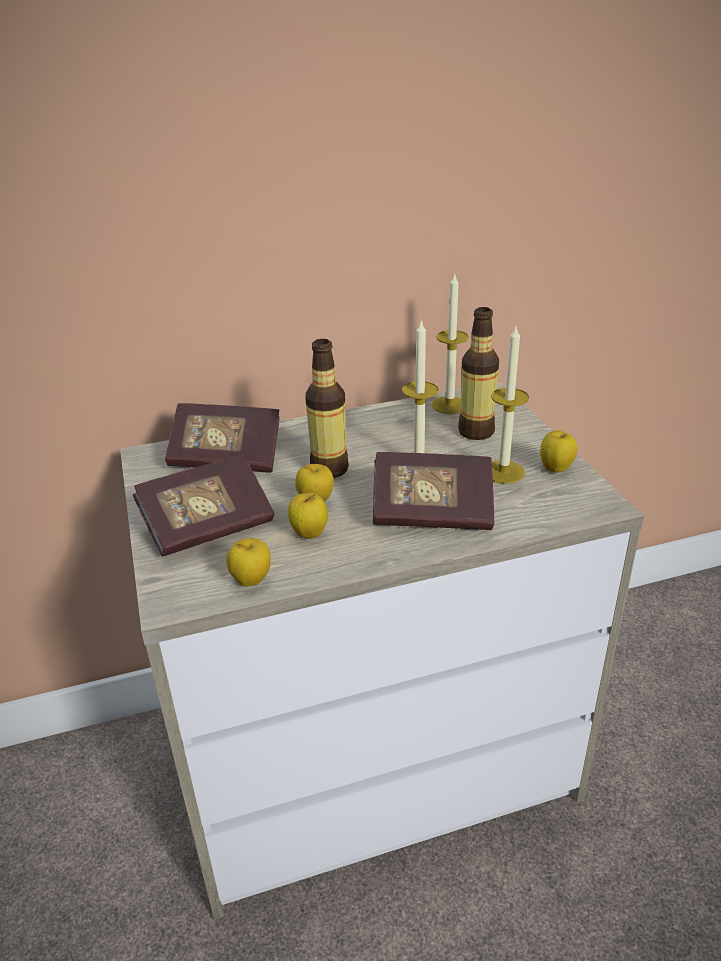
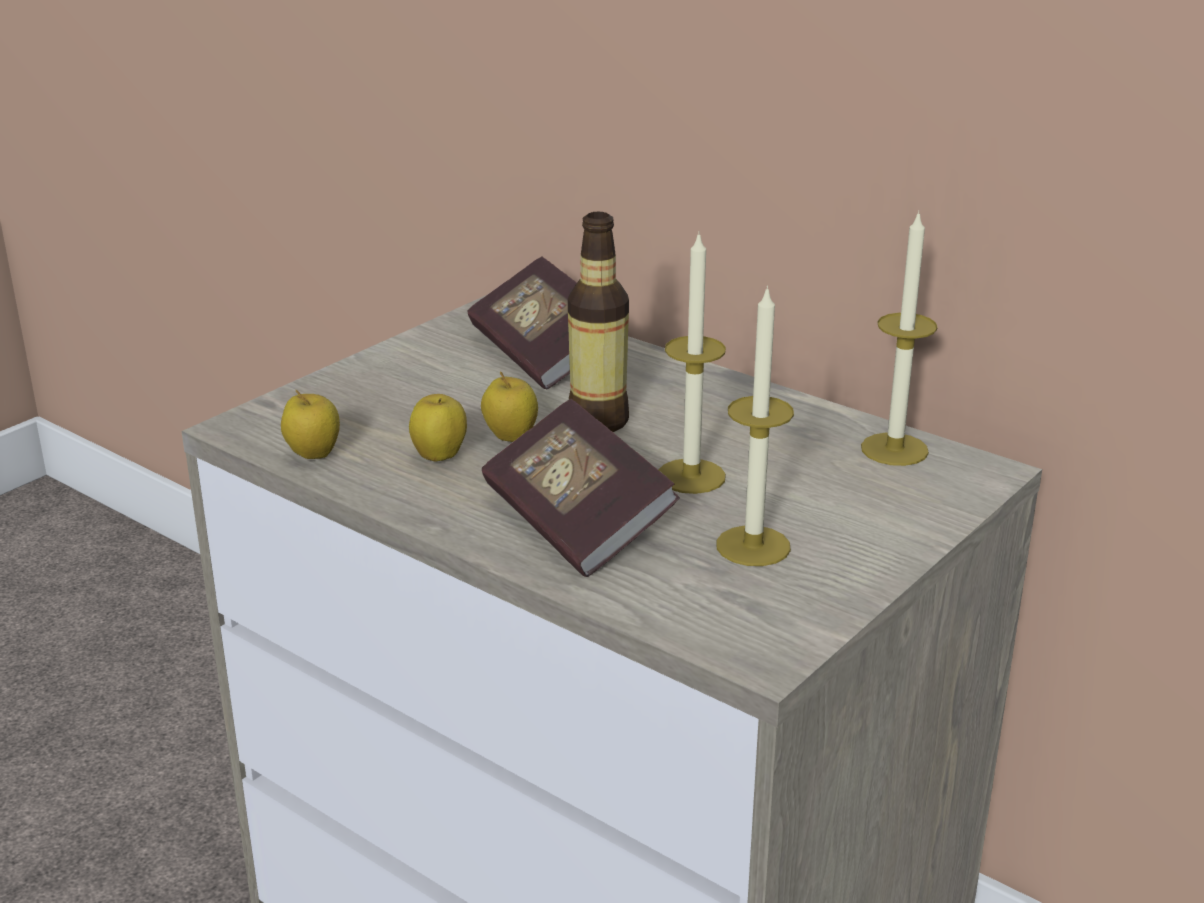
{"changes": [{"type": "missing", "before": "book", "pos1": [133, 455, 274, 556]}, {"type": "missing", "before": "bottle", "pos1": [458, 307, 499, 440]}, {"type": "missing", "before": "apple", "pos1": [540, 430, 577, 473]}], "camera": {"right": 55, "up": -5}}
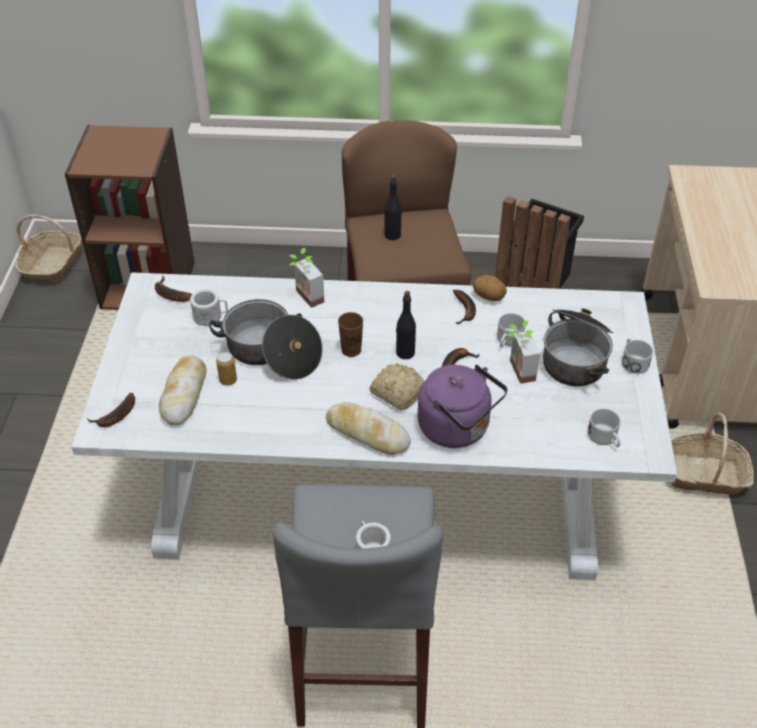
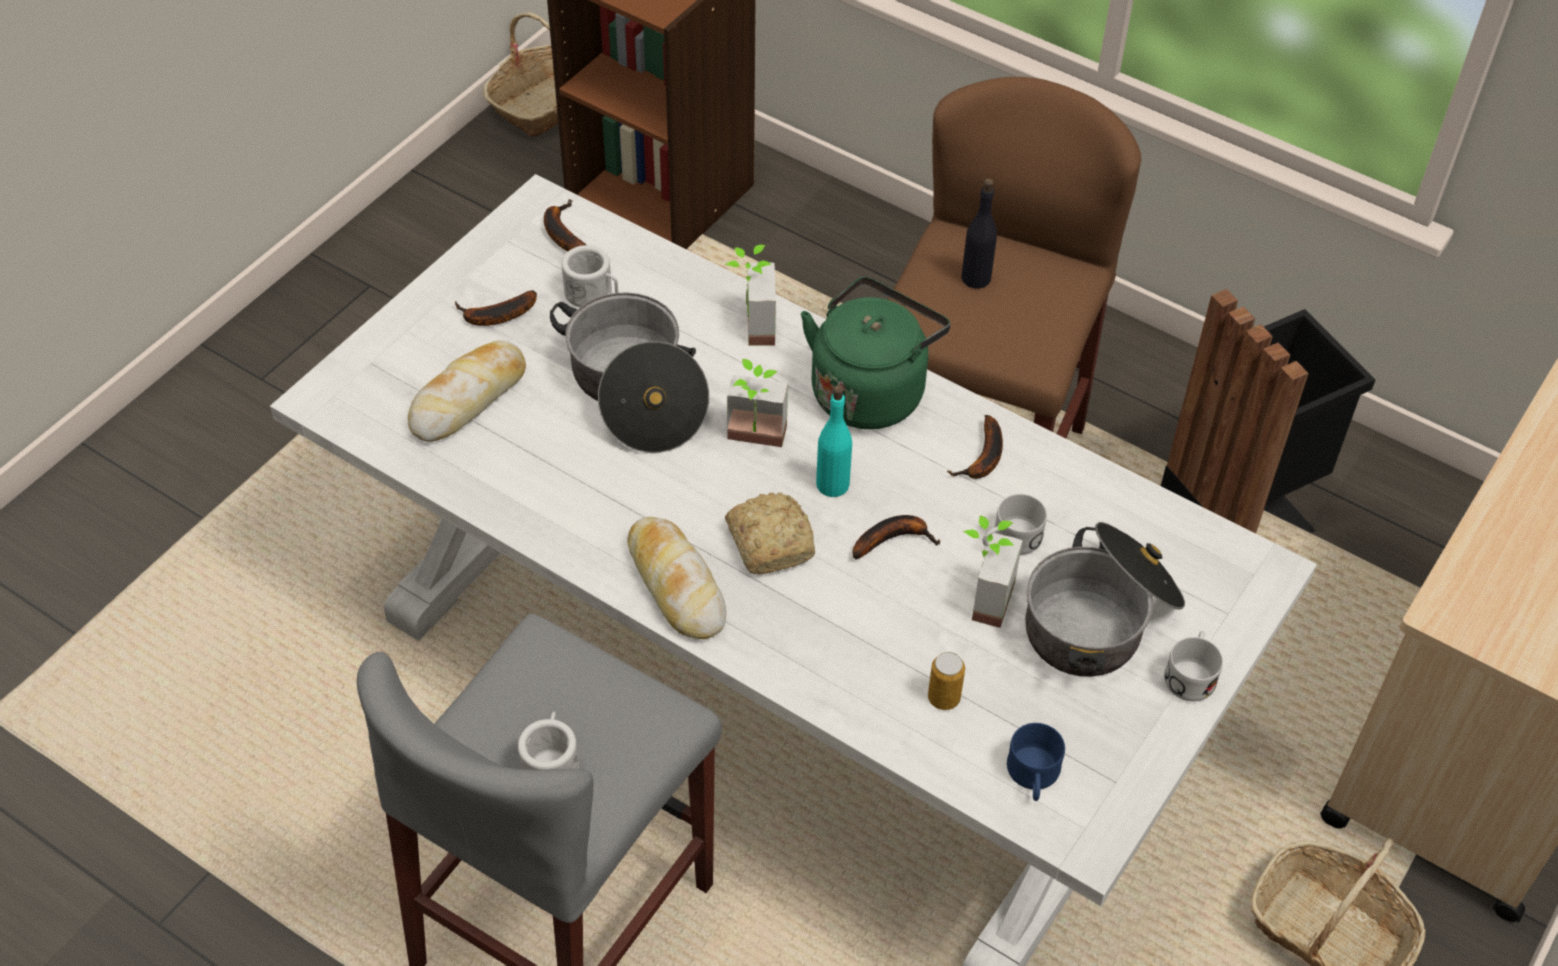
{"changes": [{"type": "missing", "before": "purple-coloured kettle", "pos1": [418, 365, 508, 448]}, {"type": "missing", "before": "potato", "pos1": [472, 275, 507, 301]}, {"type": "appeared", "after": "greenish kettle", "pos2": [801, 277, 950, 429]}, {"type": "relocated", "before": "whole banana", "pos1": [87, 393, 135, 427], "pos2": [455, 290, 537, 326]}, {"type": "relocated", "before": "metal can", "pos1": [216, 352, 237, 386], "pos2": [928, 652, 965, 710]}, {"type": "exchanged", "before": "brown drinking cup", "after": "potted plant", "pos1": [338, 312, 363, 357], "pos2": [727, 359, 788, 447]}, {"type": "colour", "before": "blackish bottle", "after": "turquoise-coloured bottle", "pos1": [396, 291, 416, 359], "pos2": [816, 385, 852, 497]}, {"type": "colour", "before": "whitish mug", "after": "bluish mug", "pos1": [587, 409, 621, 447], "pos2": [1007, 723, 1065, 801]}], "camera": {"right": 30, "up": 5}}
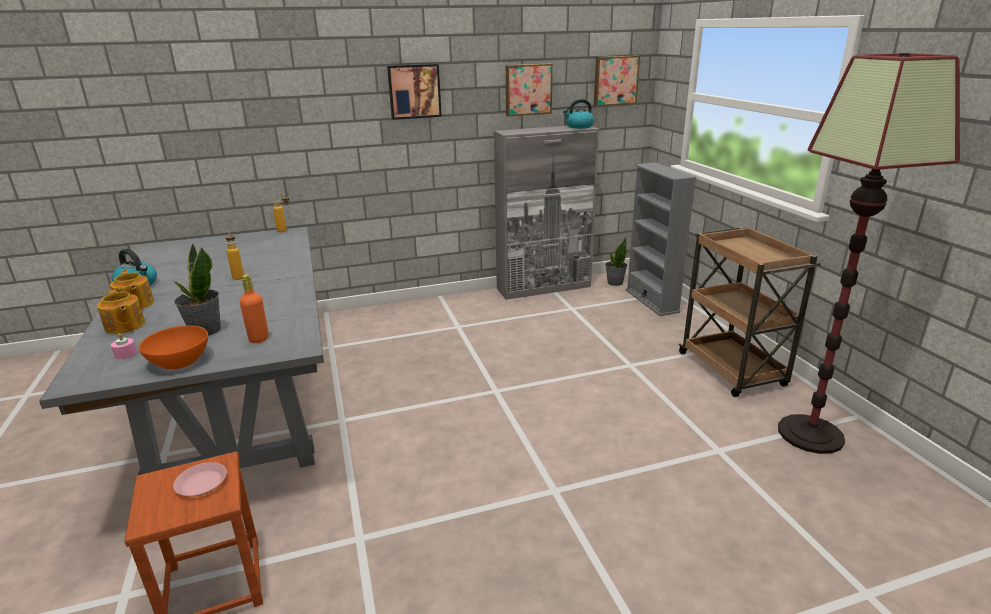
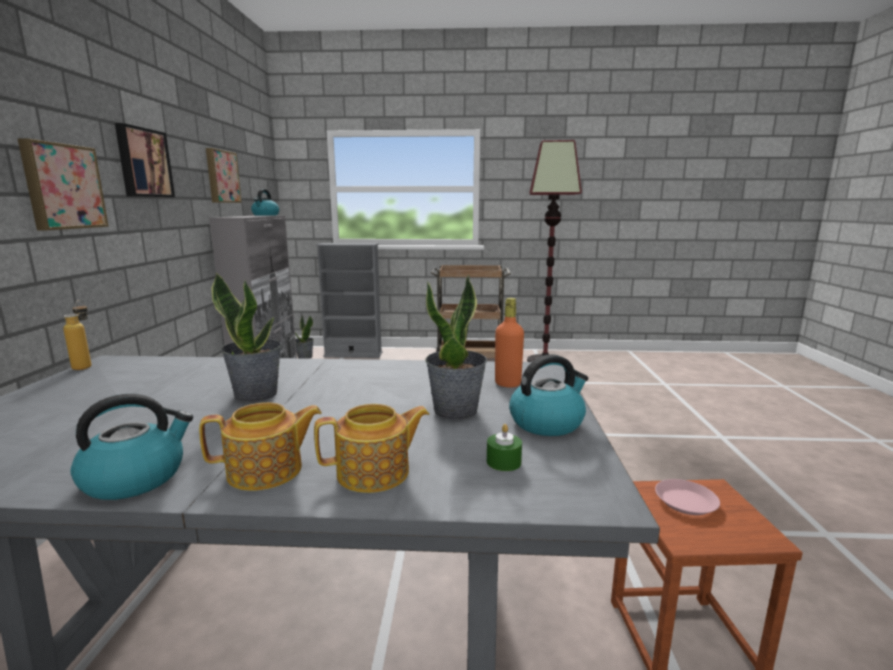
{"changes": [{"type": "relocated", "before": "wall picture", "pos1": [594, 55, 640, 106], "pos2": [18, 138, 109, 230]}, {"type": "exchanged", "before": "orangey deep dish", "after": "kettle", "pos1": [139, 325, 208, 370], "pos2": [509, 354, 588, 436]}, {"type": "exchanged", "before": "bottle", "after": "potted plant", "pos1": [225, 232, 244, 280], "pos2": [212, 272, 281, 402]}, {"type": "colour", "before": "pink-coloured candle", "after": "greenish candle", "pos1": [111, 333, 137, 359], "pos2": [487, 424, 522, 471]}], "camera": {"right": -70, "up": -10}}
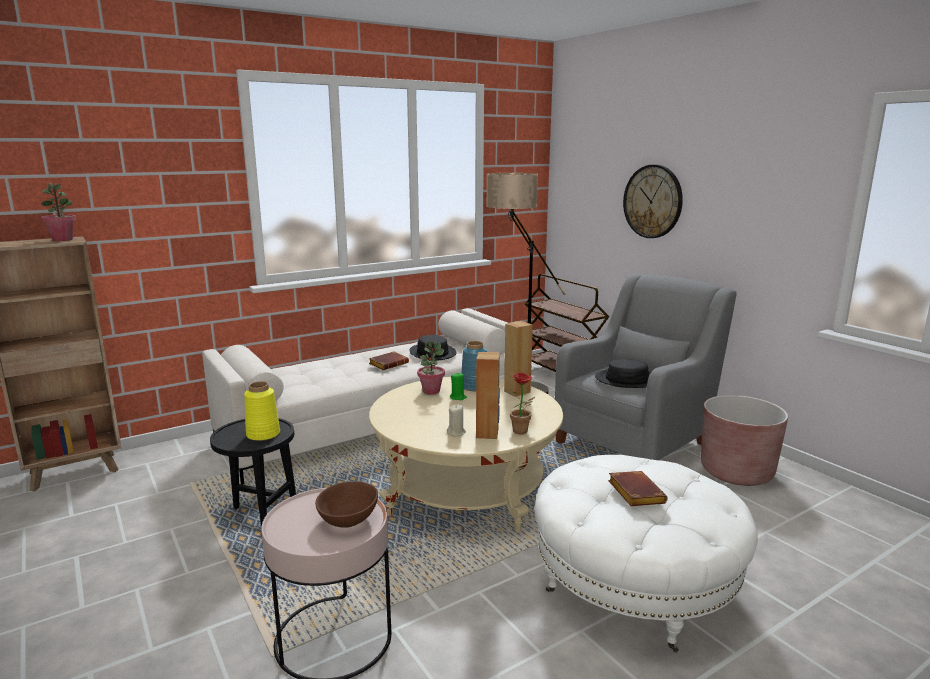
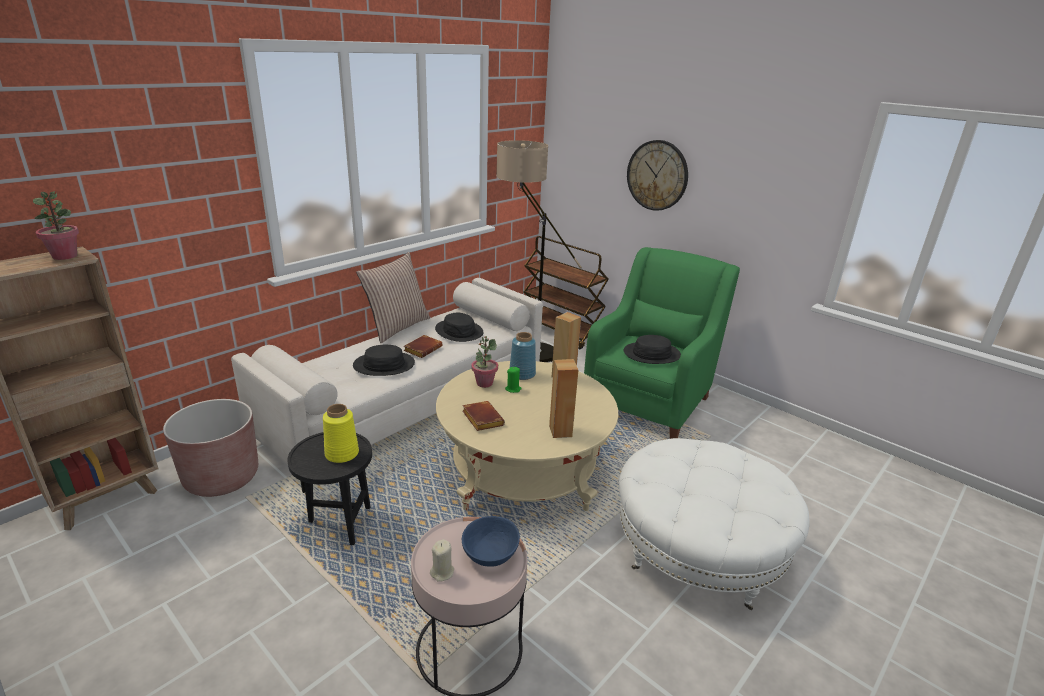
{"changes": [{"type": "missing", "before": "potted plant", "pos1": [509, 372, 535, 434]}, {"type": "appeared", "after": "blackish clothing hat", "pos2": [353, 345, 415, 376]}, {"type": "appeared", "after": "cushion", "pos2": [356, 252, 430, 343]}, {"type": "relocated", "before": "beige candle", "pos1": [447, 405, 466, 436], "pos2": [430, 539, 454, 582]}, {"type": "relocated", "before": "brown book", "pos1": [608, 471, 668, 506], "pos2": [462, 401, 505, 431]}, {"type": "relocated", "before": "brown plant pot", "pos1": [701, 395, 788, 486], "pos2": [163, 399, 258, 497]}, {"type": "colour", "before": "brown deep dish", "after": "bluish deep dish", "pos1": [315, 481, 378, 528], "pos2": [462, 516, 520, 567]}, {"type": "colour", "before": "greyish easy chair", "after": "greenish easy chair", "pos1": [555, 274, 737, 460], "pos2": [584, 247, 740, 439]}], "camera": {"right": -15, "up": 10}}
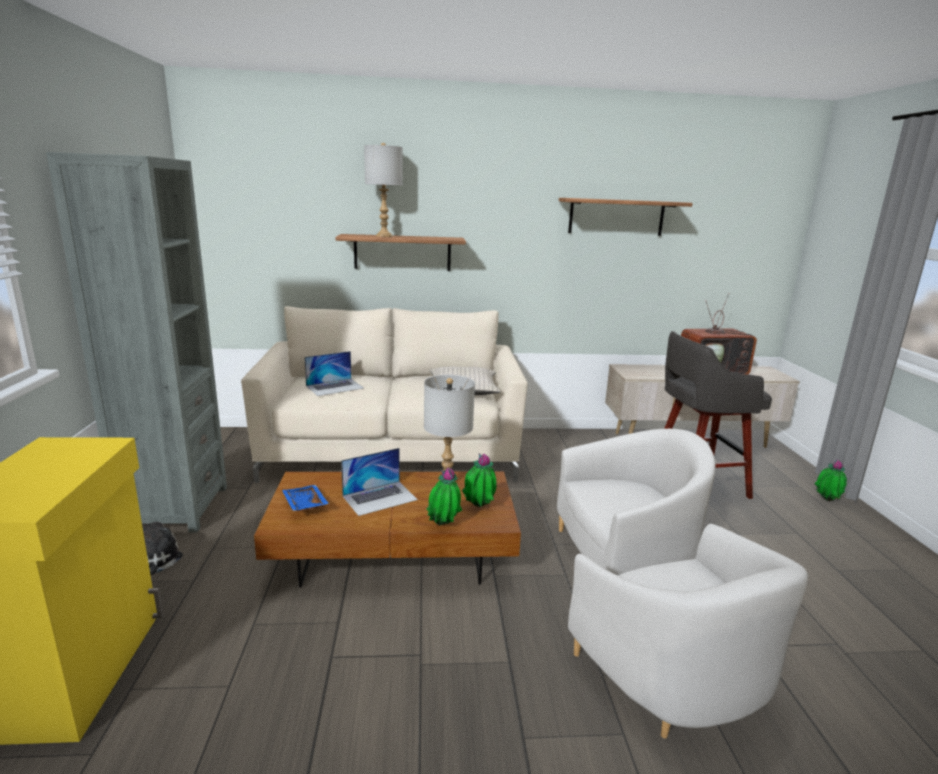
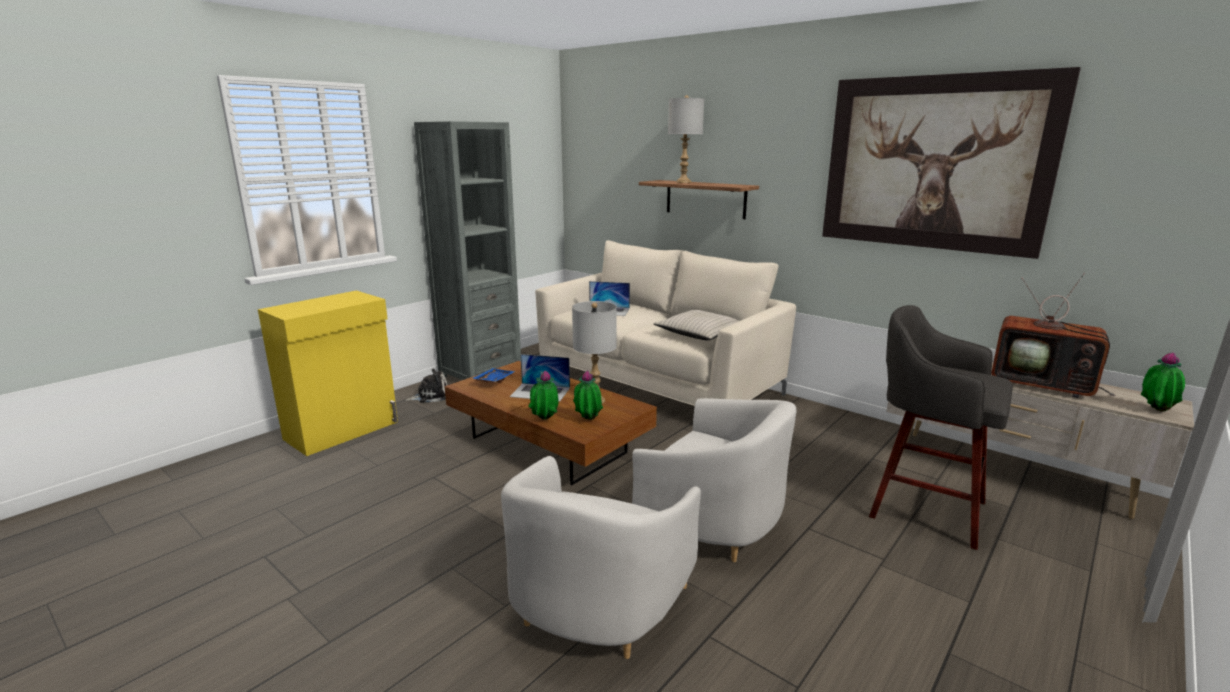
{"changes": [{"type": "relocated", "before": "potted plant", "pos1": [814, 460, 847, 501], "pos2": [1141, 352, 1185, 412]}, {"type": "exchanged", "before": "wall shelf", "after": "wall picture", "pos1": [559, 198, 693, 236], "pos2": [822, 67, 1081, 259]}], "camera": {"right": 45, "up": 0}}
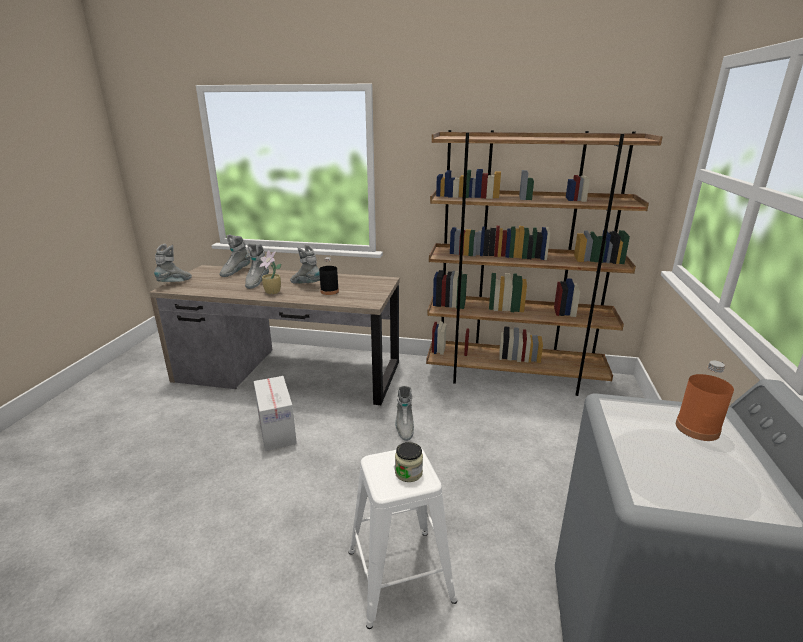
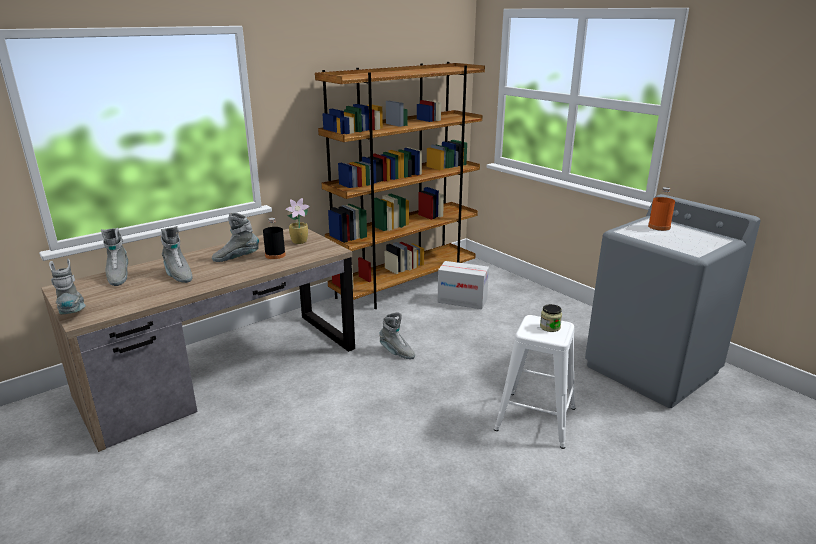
{"changes": [{"type": "relocated", "before": "cardboard box", "pos1": [254, 376, 297, 451], "pos2": [438, 261, 489, 309]}, {"type": "relocated", "before": "potted plant", "pos1": [259, 250, 281, 294], "pos2": [285, 198, 310, 244]}], "camera": {"right": -50, "up": 0}}
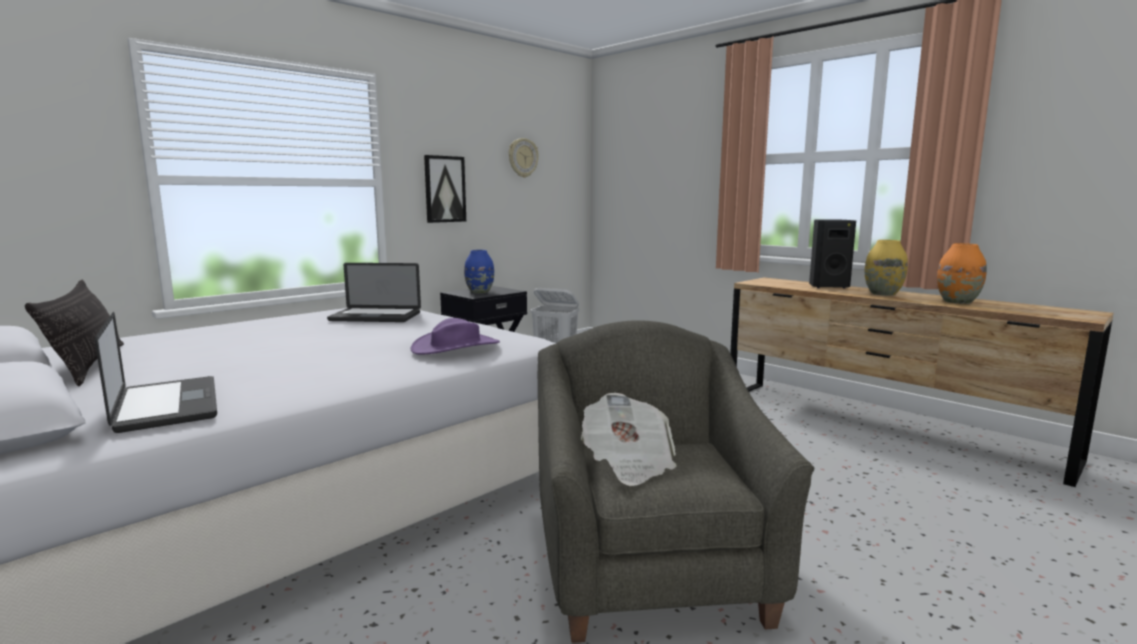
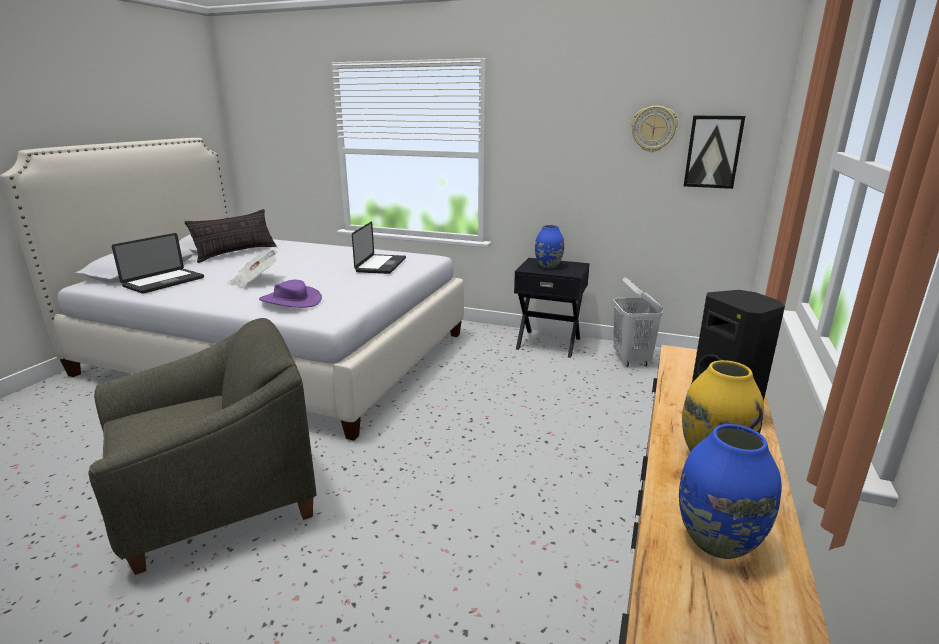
{"changes": [{"type": "relocated", "before": "wall picture", "pos1": [424, 155, 466, 223], "pos2": [684, 116, 745, 189]}, {"type": "relocated", "before": "daily paper", "pos1": [581, 393, 676, 486], "pos2": [228, 250, 277, 286]}, {"type": "colour", "before": "orangey flower vase", "after": "bluish flower vase", "pos1": [937, 243, 987, 304], "pos2": [679, 424, 782, 559]}, {"type": "spun", "before": "portable computer", "pos1": [327, 263, 421, 322], "pos2": [352, 221, 406, 274], "turn": -150}], "camera": {"right": 65, "up": 10}}
